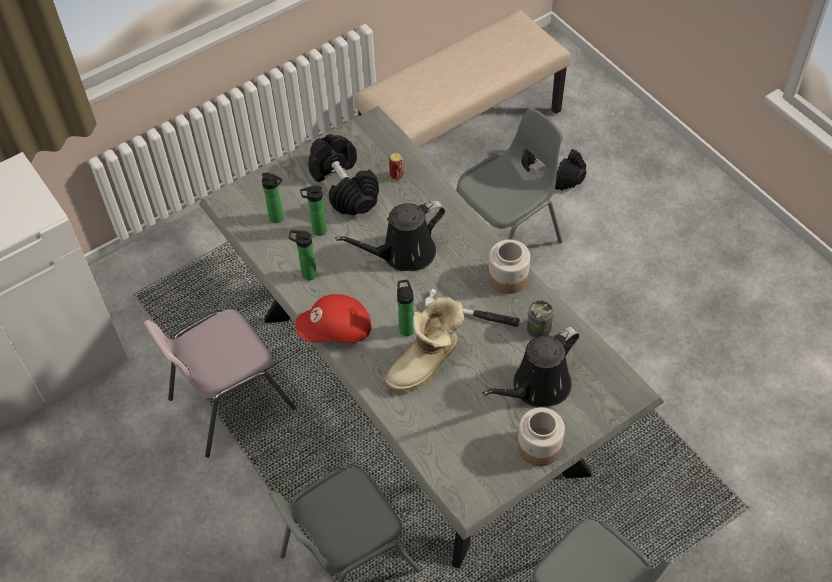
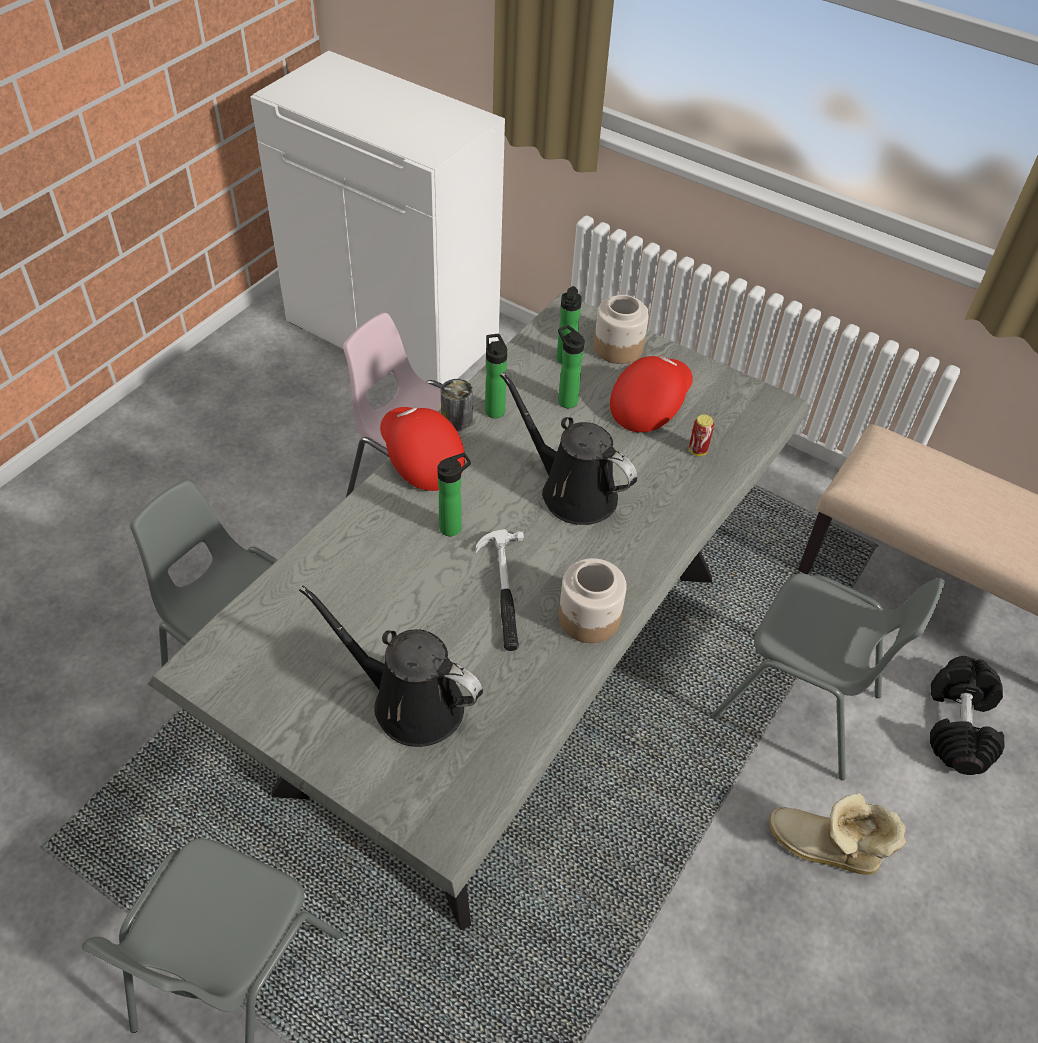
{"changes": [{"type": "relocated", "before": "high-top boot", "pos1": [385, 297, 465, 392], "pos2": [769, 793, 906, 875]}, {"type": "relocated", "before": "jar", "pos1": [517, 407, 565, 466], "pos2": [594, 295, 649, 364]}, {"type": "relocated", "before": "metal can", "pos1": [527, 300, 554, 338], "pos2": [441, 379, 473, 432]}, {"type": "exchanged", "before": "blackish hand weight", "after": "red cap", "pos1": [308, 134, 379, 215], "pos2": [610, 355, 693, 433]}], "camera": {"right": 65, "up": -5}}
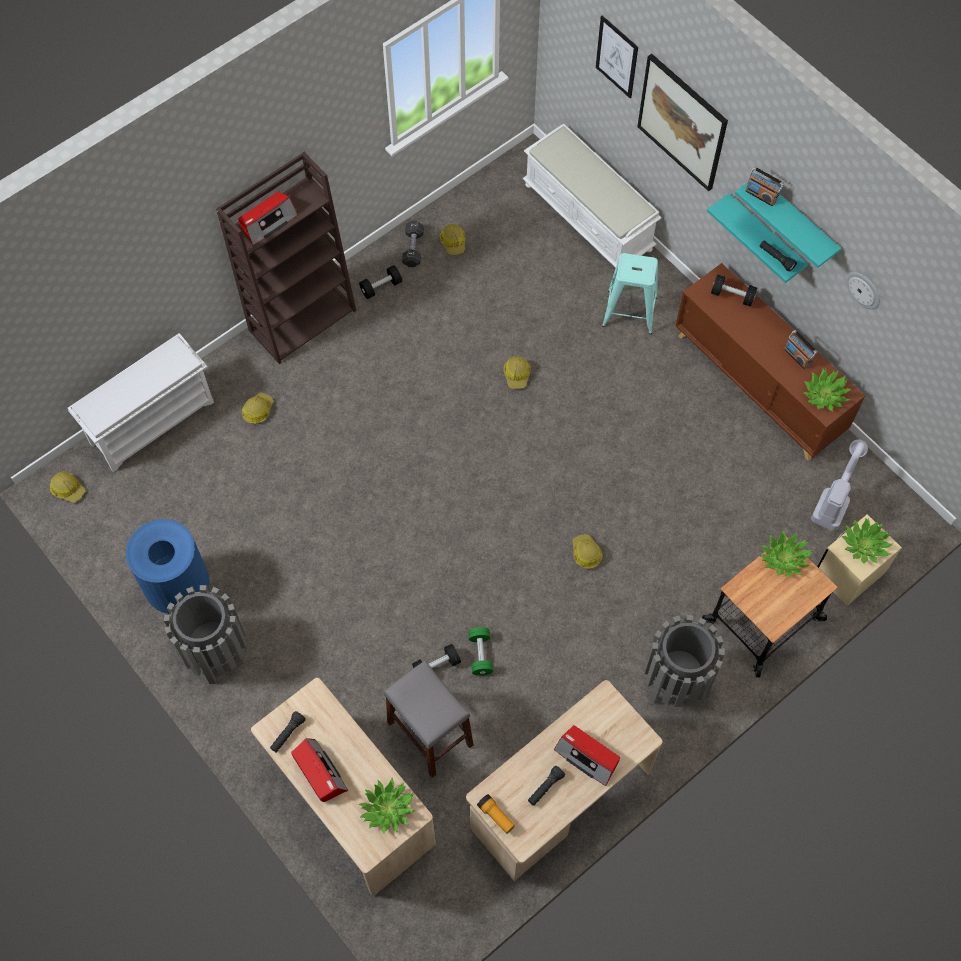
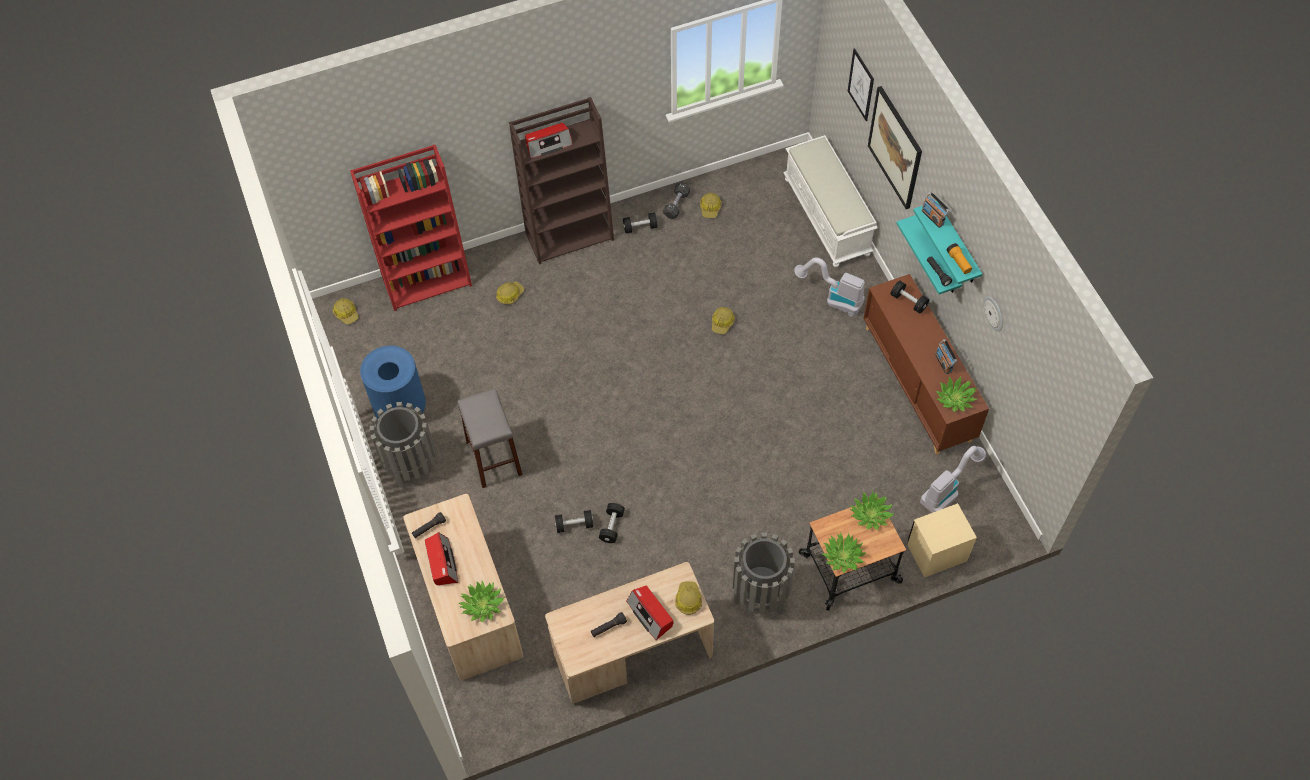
{"changes": [{"type": "relocated", "before": "greyish stool seat", "pos1": [384, 661, 474, 778], "pos2": [457, 389, 523, 488]}, {"type": "relocated", "before": "hand torch", "pos1": [477, 794, 515, 834], "pos2": [947, 243, 972, 274]}, {"type": "relocated", "before": "work helmet", "pos1": [572, 534, 603, 569], "pos2": [675, 581, 702, 615]}, {"type": "relocated", "before": "potted plant", "pos1": [842, 518, 893, 564], "pos2": [822, 533, 867, 573]}, {"type": "exchanged", "before": "whitish shoe rack", "after": "red shelving unit", "pos1": [68, 333, 214, 472], "pos2": [350, 145, 472, 311]}, {"type": "exchanged", "before": "turquoise-coloured stool seat", "after": "hoover", "pos1": [602, 253, 658, 334], "pos2": [794, 257, 865, 316]}, {"type": "colour", "before": "greenish hand weight", "after": "blackish hand weight", "pos1": [469, 627, 493, 676], "pos2": [599, 503, 625, 543]}], "camera": {"right": 20, "up": -5}}
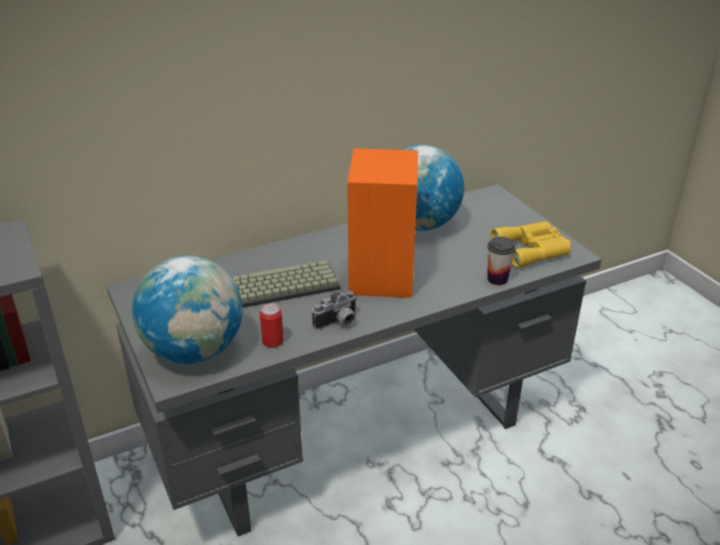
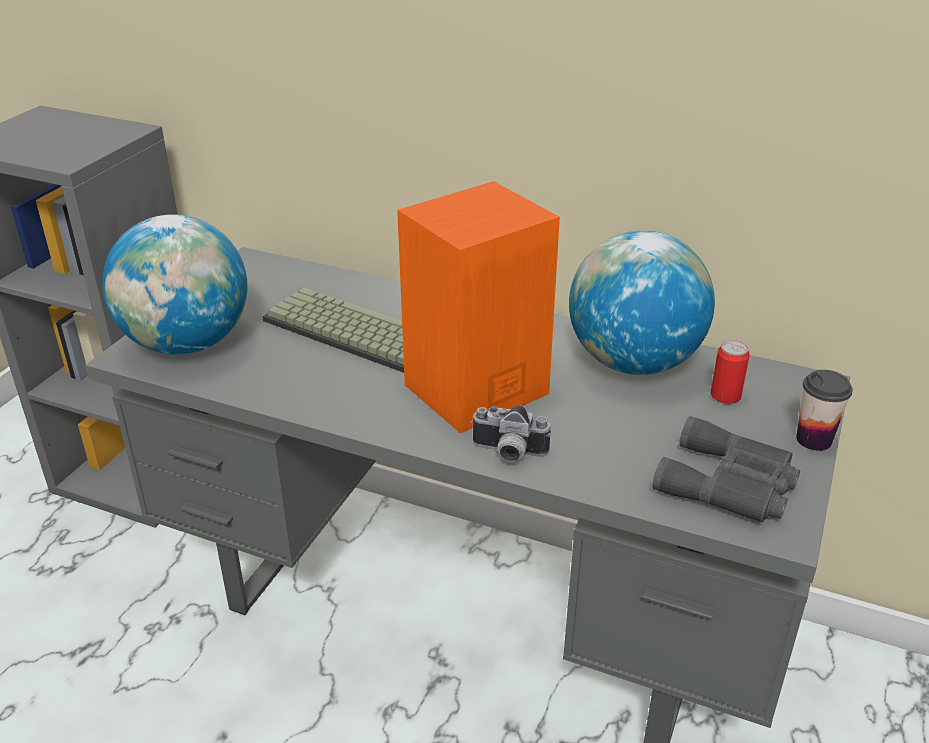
{"changes": [{"type": "relocated", "before": "metal can", "pos1": [260, 303, 284, 348], "pos2": [710, 340, 750, 404]}, {"type": "relocated", "before": "photo camera", "pos1": [312, 291, 357, 330], "pos2": [471, 405, 551, 462]}, {"type": "relocated", "before": "drinking cup", "pos1": [487, 237, 516, 285], "pos2": [796, 370, 853, 451]}, {"type": "colour", "before": "yellowish binoculars", "after": "greyish binoculars", "pos1": [491, 221, 571, 268], "pos2": [652, 416, 800, 523]}], "camera": {"right": 50, "up": 0}}
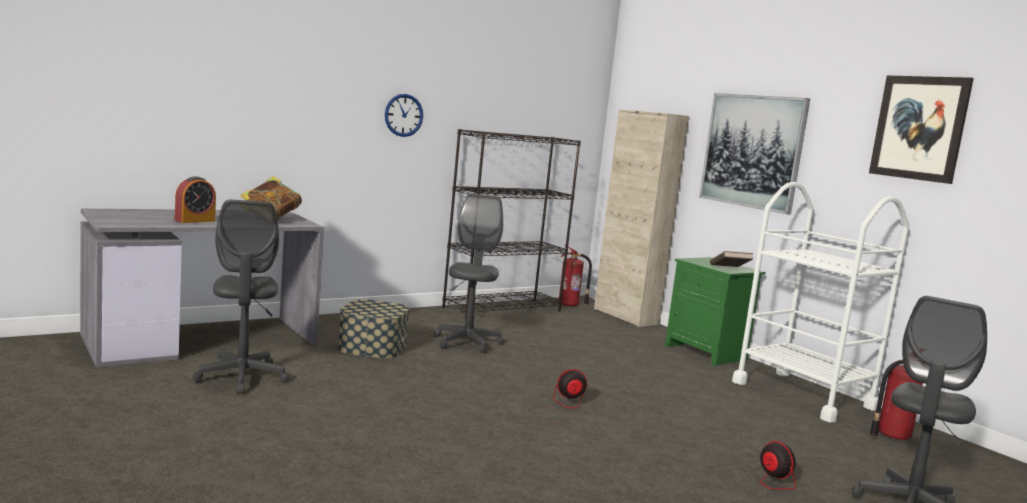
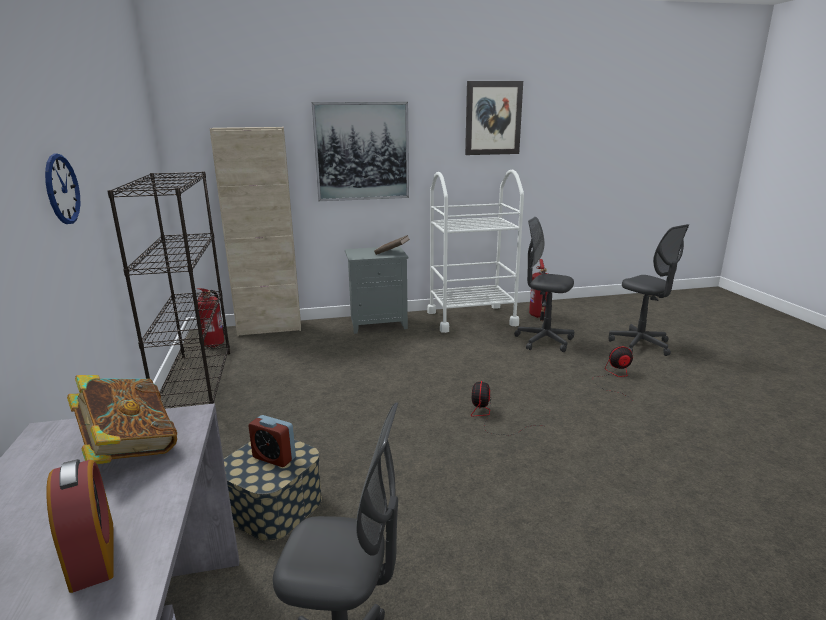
{"changes": [{"type": "appeared", "after": "alarm clock", "pos2": [248, 415, 296, 467]}, {"type": "relocated", "before": "greyish computer chair", "pos1": [434, 193, 504, 354], "pos2": [514, 217, 574, 352]}, {"type": "colour", "before": "greenish nightstand", "after": "greyish nightstand", "pos1": [665, 257, 766, 366], "pos2": [345, 246, 408, 334]}], "camera": {"right": -65, "up": 10}}
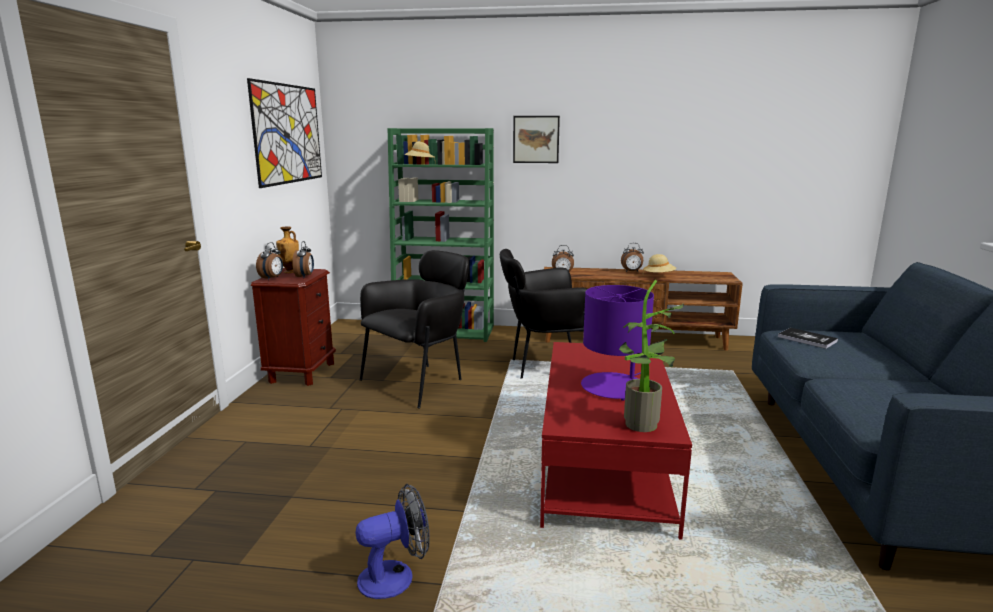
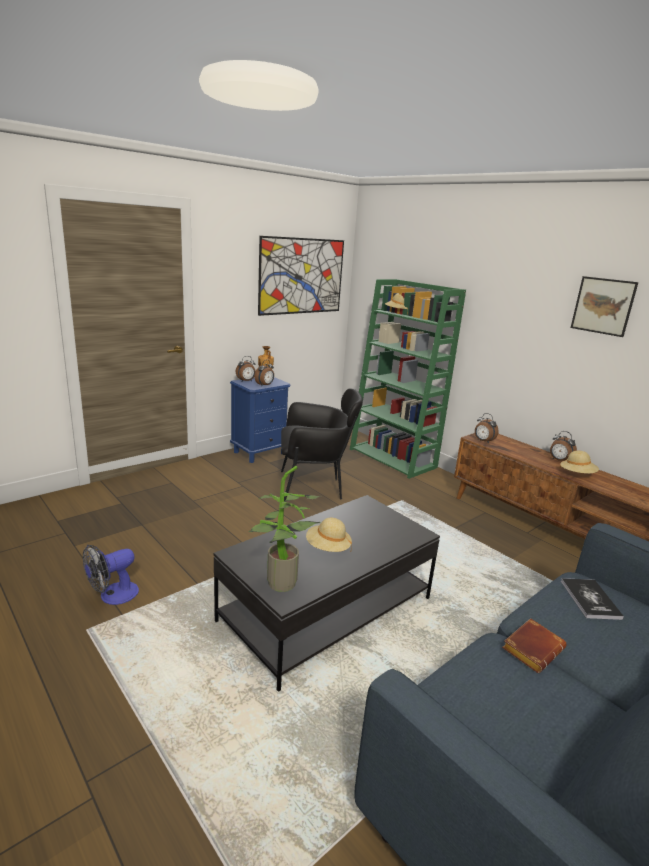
{"changes": [{"type": "missing", "before": "blackish easy chair", "pos1": [500, 249, 587, 379]}, {"type": "appeared", "after": "brown book", "pos2": [502, 618, 567, 673]}, {"type": "relocated", "before": "wall picture", "pos1": [513, 116, 560, 163], "pos2": [571, 276, 639, 337]}, {"type": "exchanged", "before": "purple-coloured lamp for a table", "after": "beige clothing hat", "pos1": [581, 285, 654, 401], "pos2": [306, 518, 352, 552]}, {"type": "colour", "before": "brown nightstand", "after": "bluish nightstand", "pos1": [251, 268, 336, 386], "pos2": [230, 377, 291, 463]}, {"type": "colour", "before": "red lounge table", "after": "blackish lounge table", "pos1": [540, 342, 692, 540], "pos2": [214, 495, 440, 692]}, {"type": "spun", "before": "electric fan", "pos1": [356, 484, 430, 599], "pos2": [83, 545, 139, 605], "turn": 120}], "camera": {"right": 40, "up": 5}}
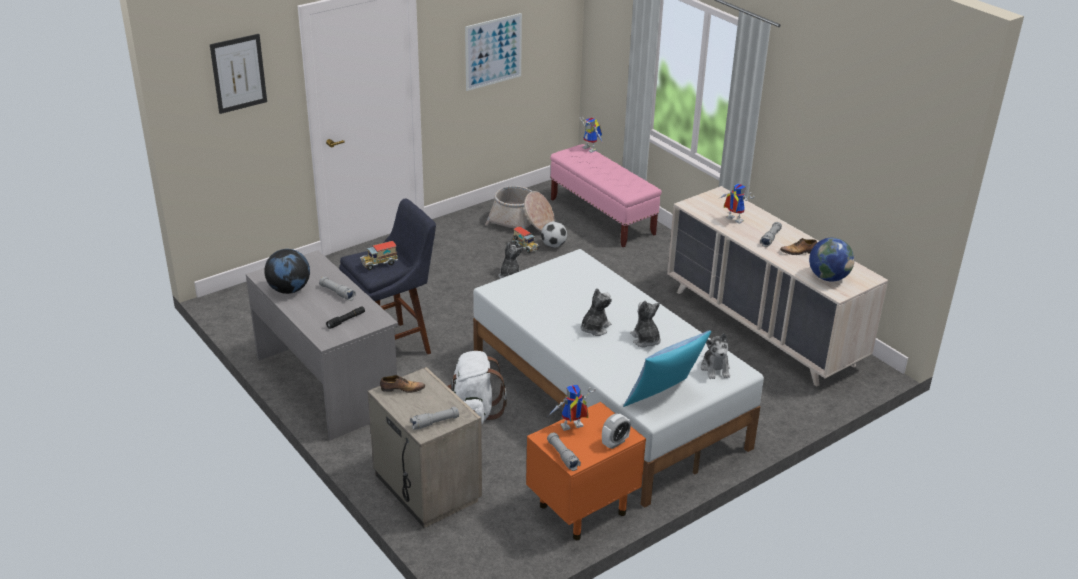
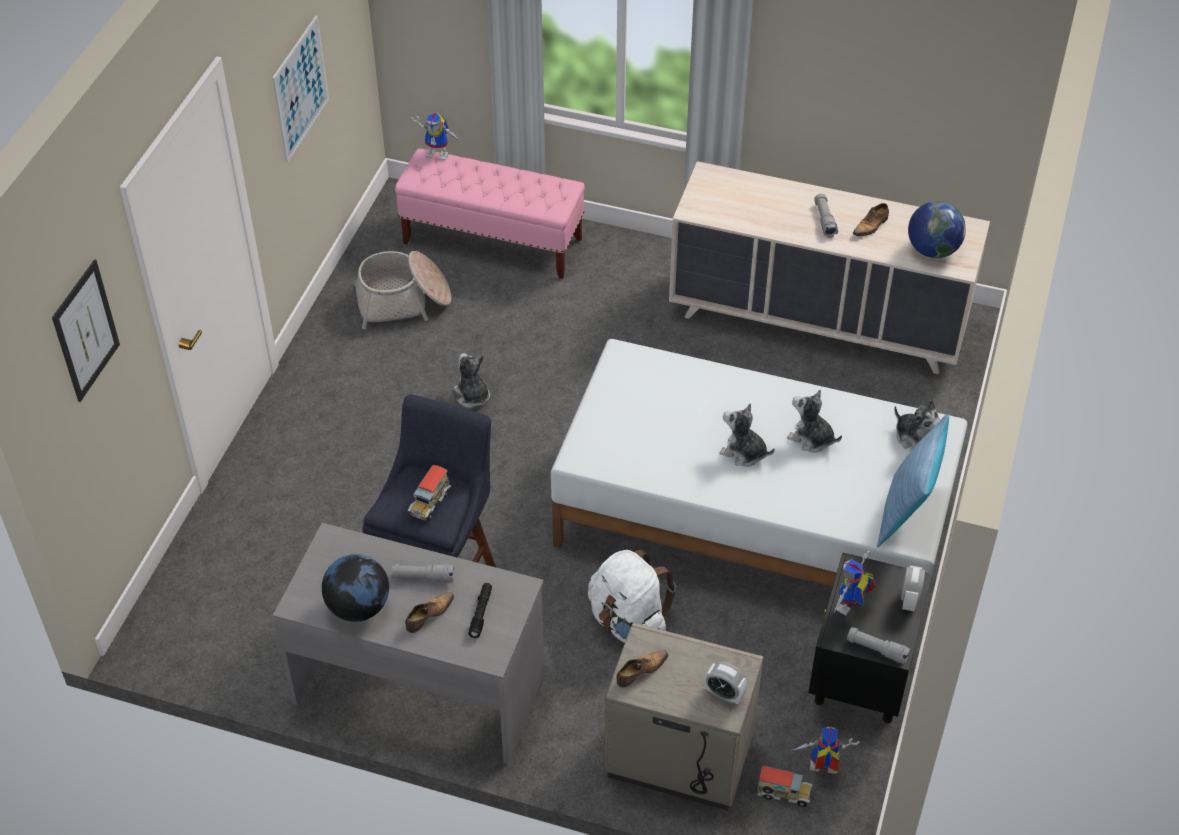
{"changes": [{"type": "missing", "before": "ball for football", "pos1": [541, 221, 567, 248]}, {"type": "appeared", "after": "shoe", "pos2": [405, 592, 454, 633]}, {"type": "relocated", "before": "toy lorry", "pos1": [512, 227, 539, 254], "pos2": [757, 766, 813, 807]}, {"type": "relocated", "before": "toy robot", "pos1": [720, 184, 755, 224], "pos2": [791, 727, 860, 774]}, {"type": "exchanged", "before": "greyish hand torch", "after": "alarm clock", "pos1": [410, 407, 459, 430], "pos2": [704, 662, 747, 704]}, {"type": "colour", "before": "orangey nightstand", "after": "blackish nightstand", "pos1": [526, 402, 646, 540], "pos2": [808, 553, 932, 723]}, {"type": "spun", "before": "plush toy", "pos1": [581, 288, 612, 336], "pos2": [720, 403, 775, 467], "turn": -60}], "camera": {"right": -35, "up": 15}}
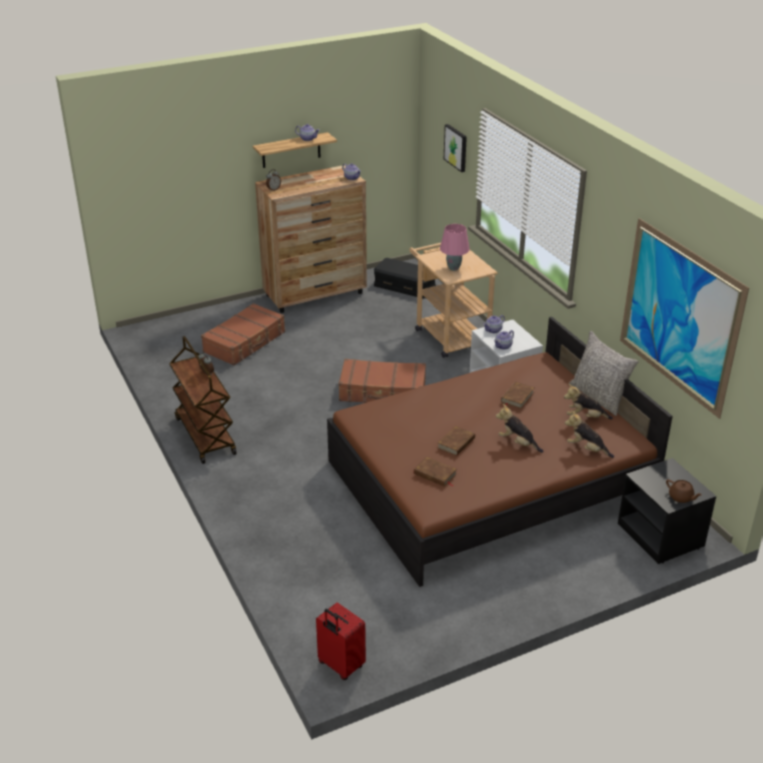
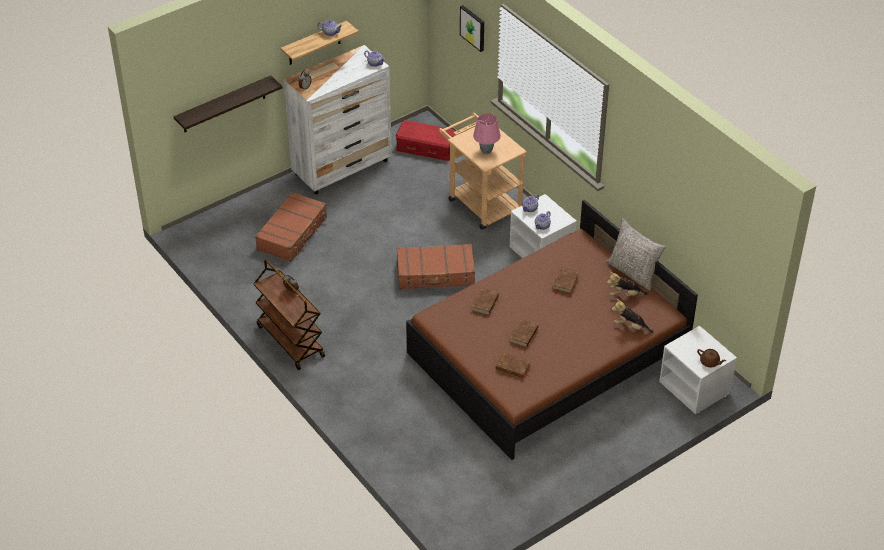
{"changes": [{"type": "missing", "before": "red piece of luggage", "pos1": [316, 603, 366, 680]}, {"type": "missing", "before": "plush toy", "pos1": [496, 404, 544, 453]}, {"type": "missing", "before": "wall picture", "pos1": [620, 218, 749, 419]}, {"type": "appeared", "after": "wall shelf", "pos2": [174, 75, 282, 132]}, {"type": "appeared", "after": "brown book", "pos2": [471, 288, 499, 315]}, {"type": "colour", "before": "brown chest of drawers", "after": "whitish chest of drawers", "pos1": [255, 165, 367, 313], "pos2": [284, 45, 392, 194]}, {"type": "colour", "before": "blackish storage container", "after": "red storage container", "pos1": [374, 258, 436, 298], "pos2": [396, 120, 456, 161]}, {"type": "colour", "before": "blackish nightstand", "after": "whitish nightstand", "pos1": [618, 458, 716, 564], "pos2": [659, 326, 737, 415]}], "camera": {"right": -10, "up": 10}}
